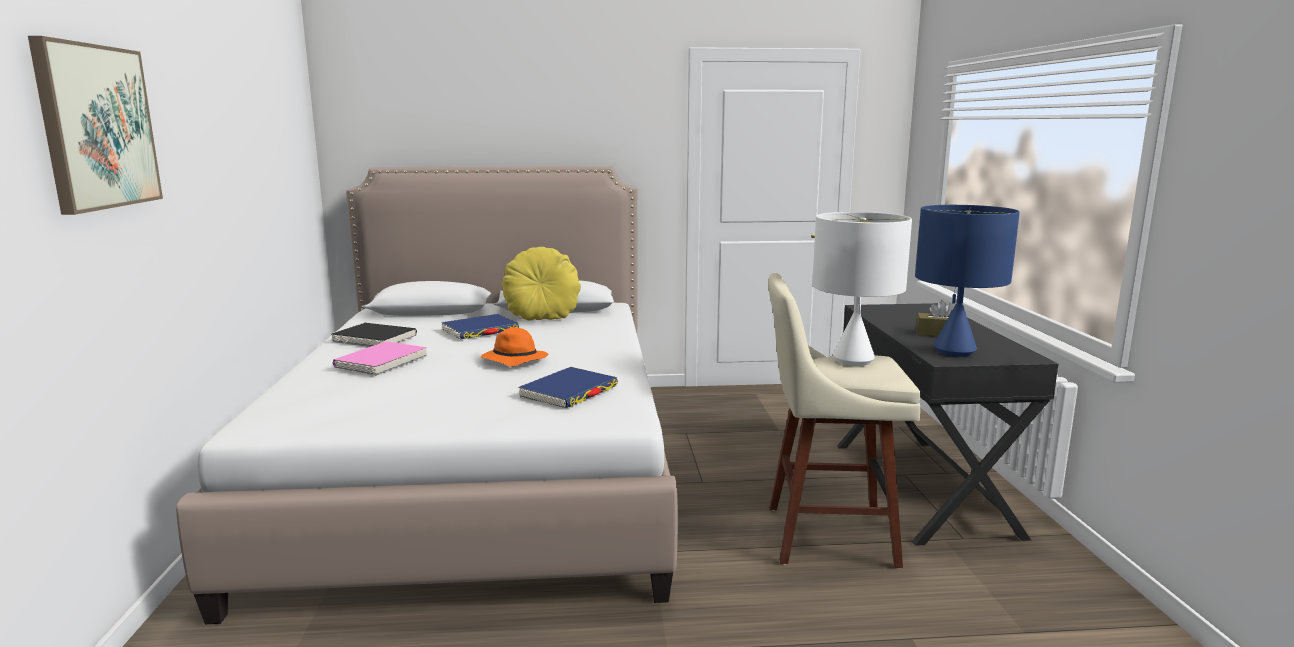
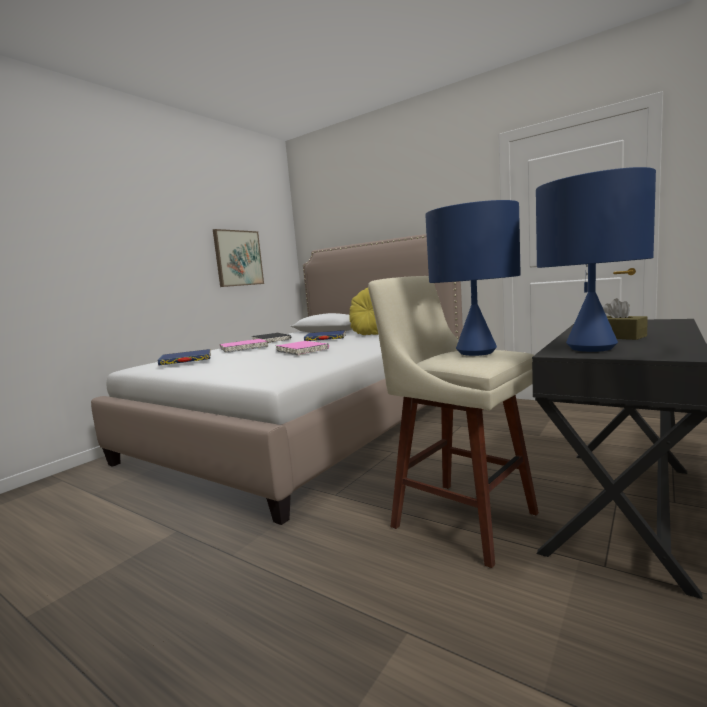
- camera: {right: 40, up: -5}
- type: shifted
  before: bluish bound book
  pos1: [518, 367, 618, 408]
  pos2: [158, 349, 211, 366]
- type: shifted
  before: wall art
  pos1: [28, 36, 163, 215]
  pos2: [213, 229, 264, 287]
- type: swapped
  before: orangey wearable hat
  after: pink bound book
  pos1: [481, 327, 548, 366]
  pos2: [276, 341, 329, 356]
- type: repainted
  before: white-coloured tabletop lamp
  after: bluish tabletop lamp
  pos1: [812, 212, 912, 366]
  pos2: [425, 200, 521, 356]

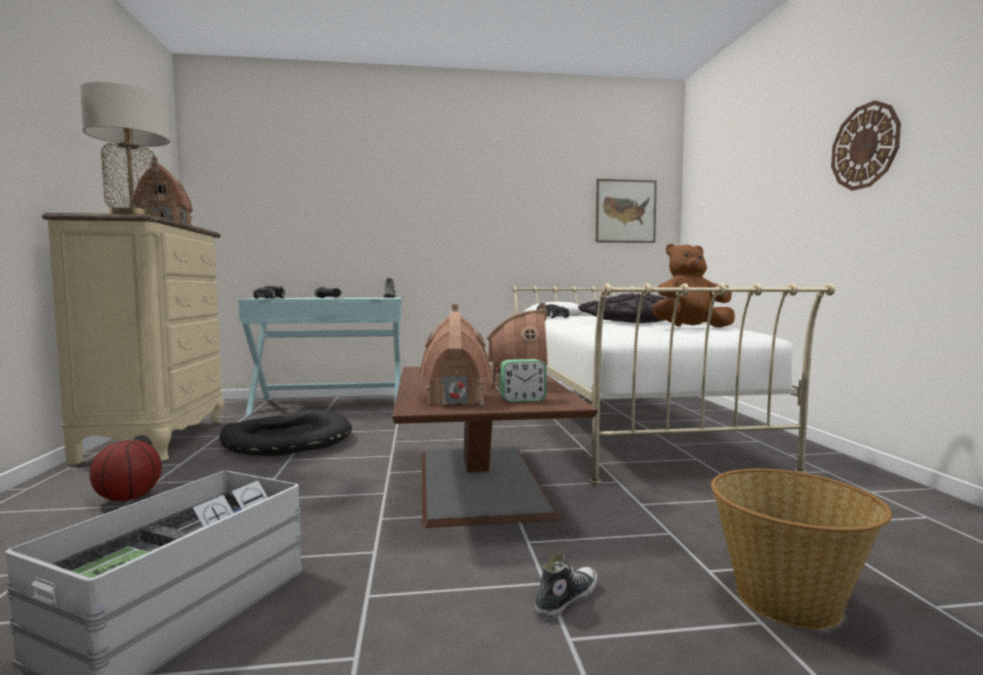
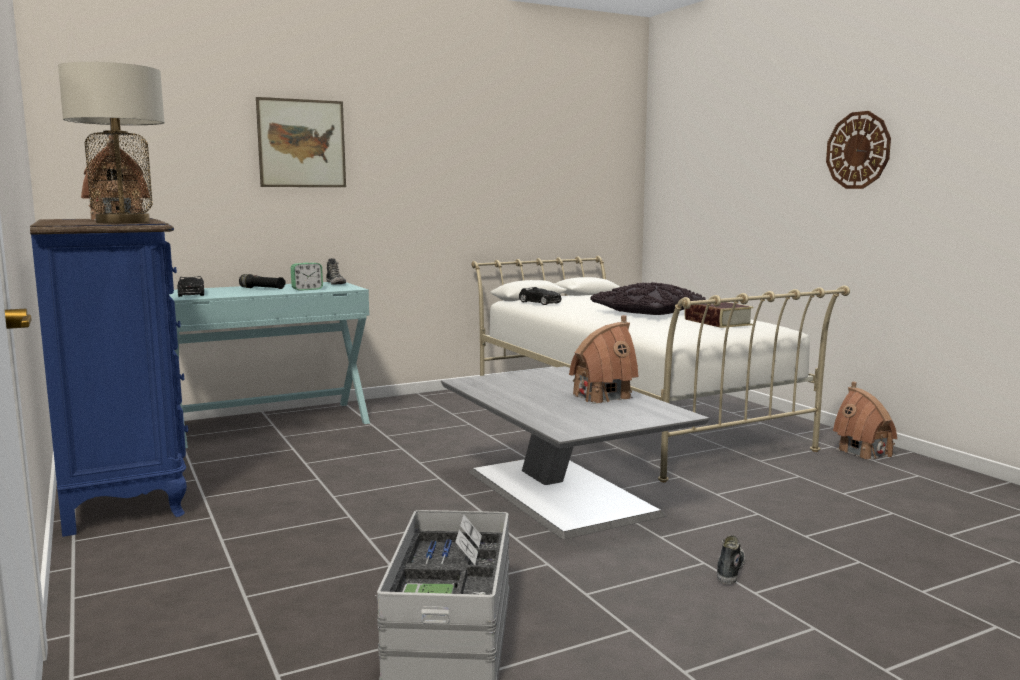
- camera: {right: -20, up: 5}
- type: repainted
  before: beige chest of drawers
  after: bluish chest of drawers
  pos1: [42, 213, 224, 465]
  pos2: [30, 218, 188, 537]
- type: shifted
  before: wall art
  pos1: [596, 179, 657, 243]
  pos2: [256, 97, 346, 187]
- type: shifted
  before: bedside clock
  pos1: [500, 359, 547, 402]
  pos2: [291, 263, 323, 291]
- type: repainted
  before: brown coffee table
  after: gray coffee table
  pos1: [392, 365, 598, 528]
  pos2: [441, 366, 710, 539]
- type: swapped
  before: brown soft toy
  after: bound book
  pos1: [652, 244, 735, 328]
  pos2: [684, 302, 754, 328]
- type: shifted
  before: toy house
  pos1: [420, 304, 491, 405]
  pos2: [833, 382, 897, 459]
- type: gone
  before: basketball
  pos1: [89, 440, 162, 501]
- type: gone
  before: black dog cushion
  pos1: [219, 409, 352, 456]
- type: gone
  before: basket
  pos1: [711, 469, 892, 629]

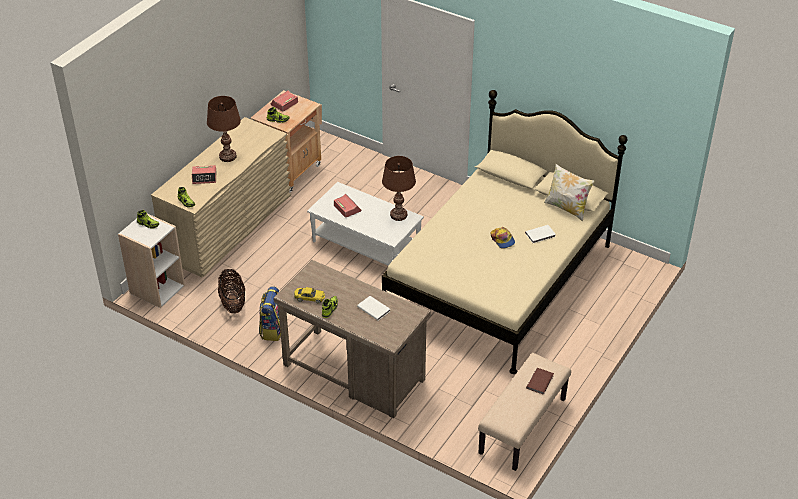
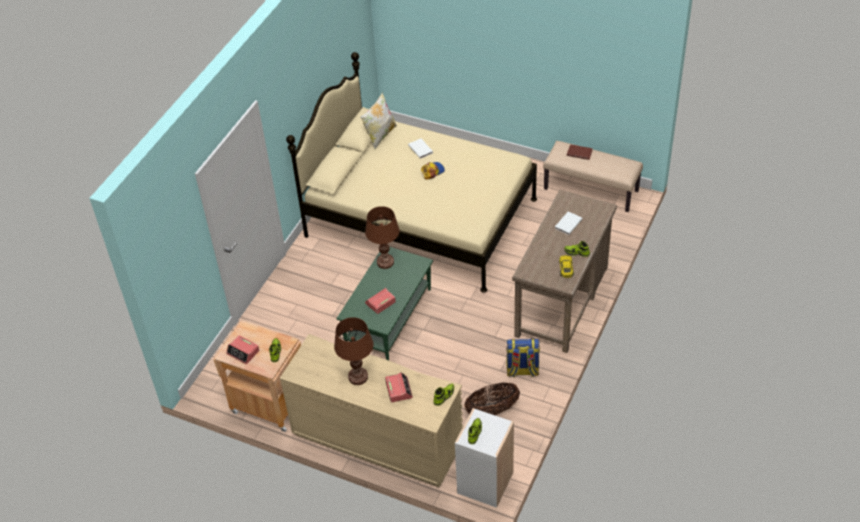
- camera: {right: -95, up: 5}
- type: repainted
  before: white-coloured coffee table
  after: green-coloured coffee table
  pos1: [307, 182, 424, 266]
  pos2: [336, 247, 433, 360]

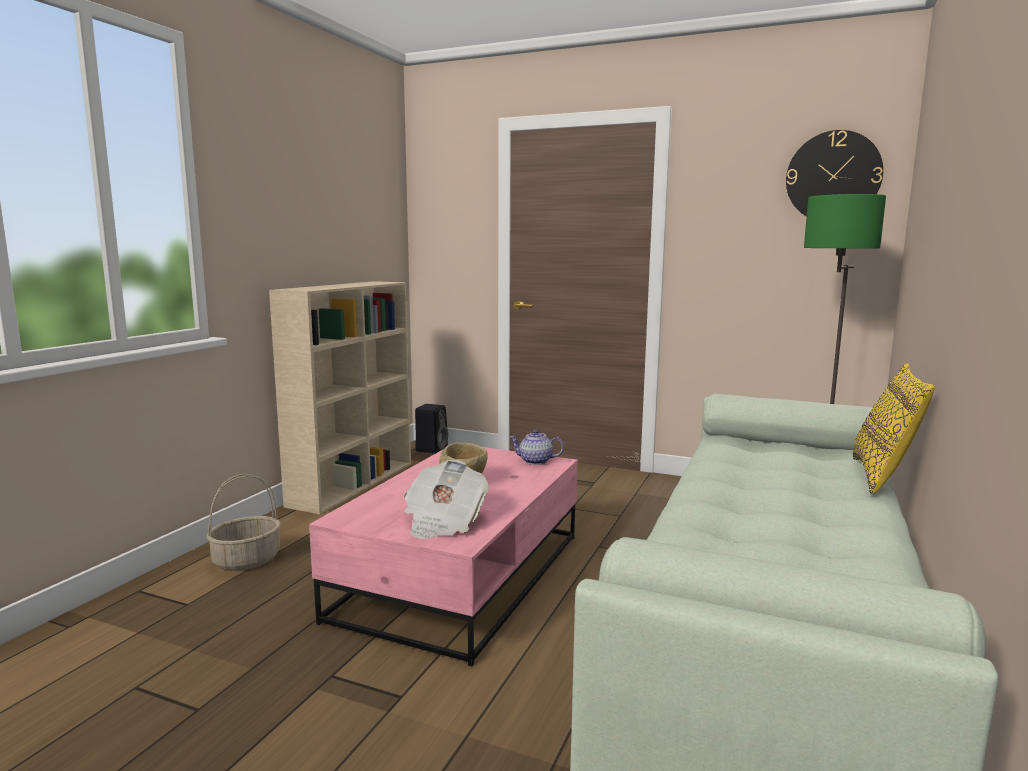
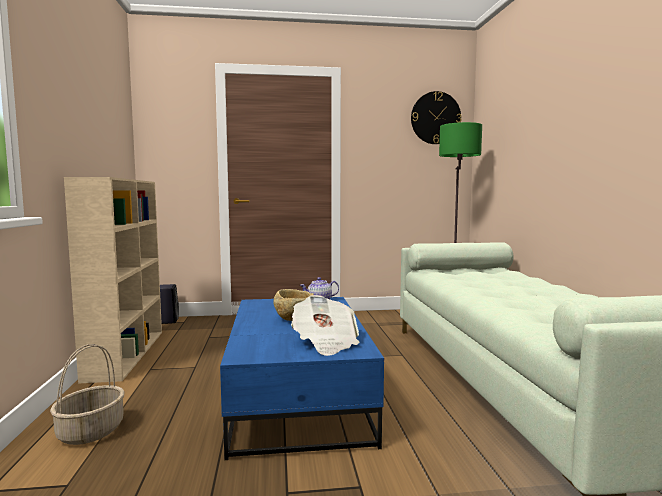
- camera: {right: -30, up: -5}
- type: repainted
  before: pink coffee table
  after: bluish coffee table
  pos1: [309, 447, 578, 666]
  pos2: [220, 297, 384, 460]
- type: gone
  before: yellowish throw pillow
  pos1: [853, 363, 935, 494]

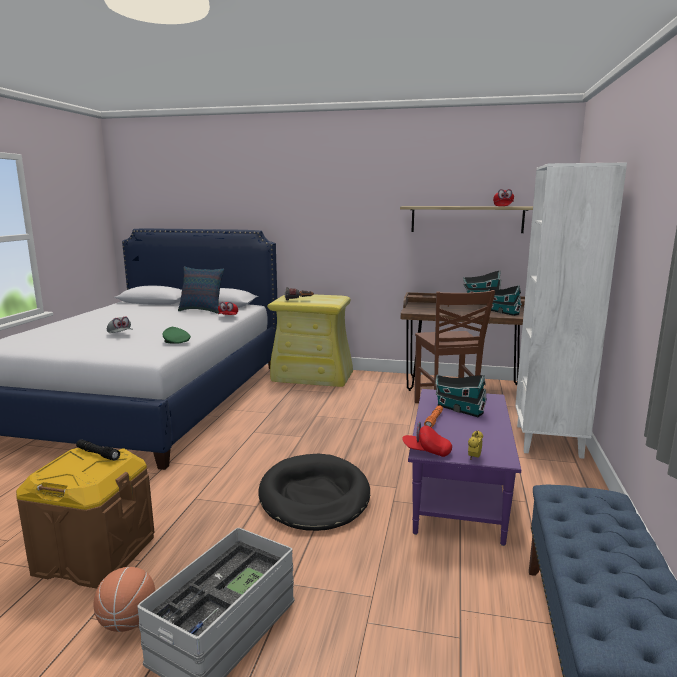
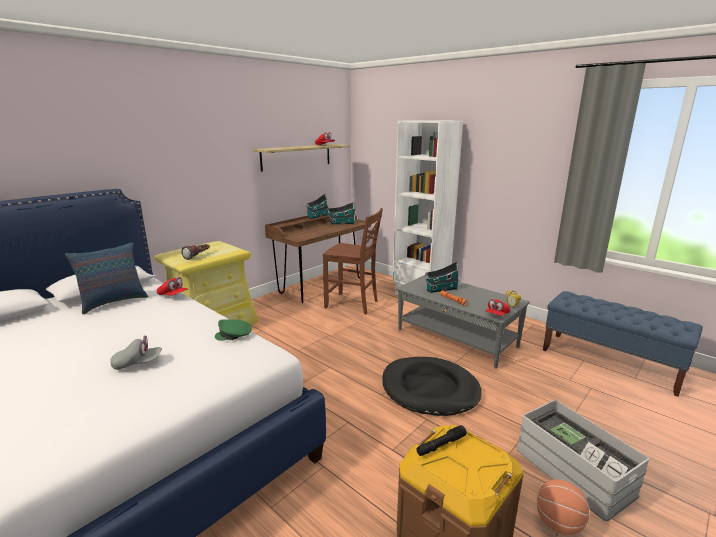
- camera: {right: -60, up: 5}
- type: repainted
  before: purple-coloured coffee table
  after: gray coffee table
  pos1: [408, 389, 521, 546]
  pos2: [396, 275, 530, 369]

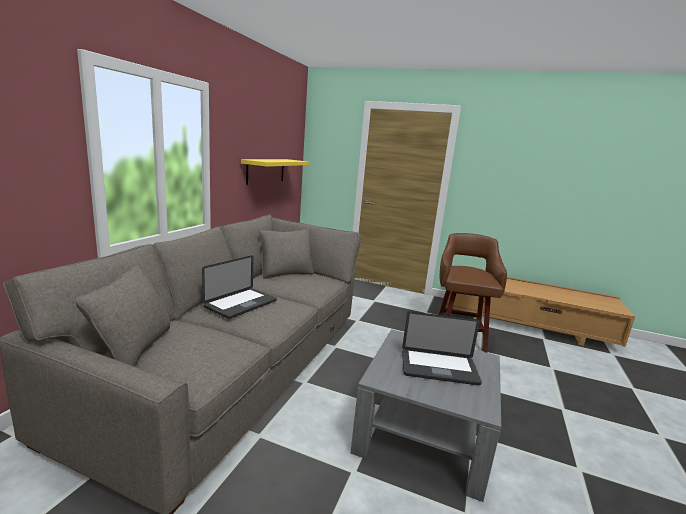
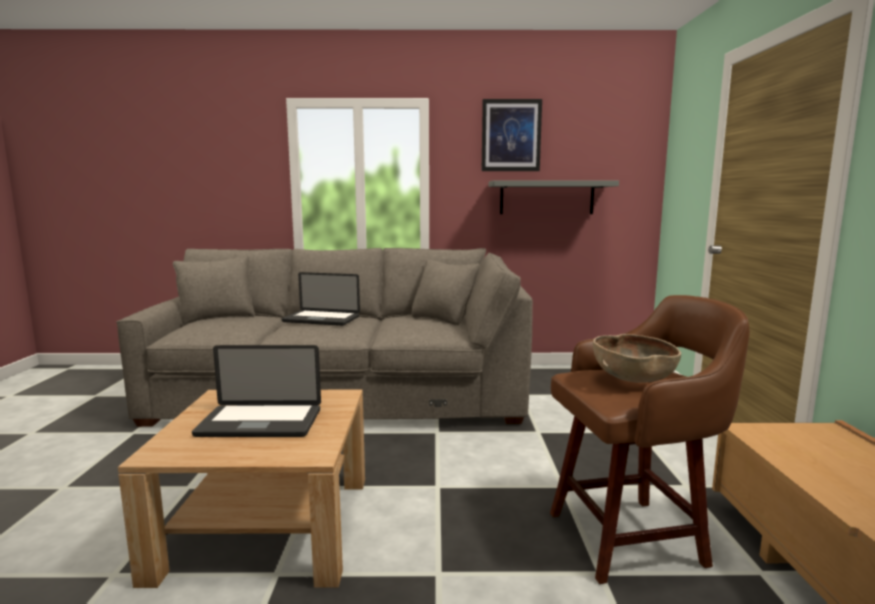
- camera: {right: 70, up: -5}
- type: repainted
  before: gray coffee table
  after: brown coffee table
  pos1: [351, 329, 501, 502]
  pos2: [118, 390, 365, 588]
- type: rotated
  before: notebook computer
  pos1: [402, 311, 482, 385]
  pos2: [192, 345, 321, 437]
  turn: -75
- type: new
  after: wall art
  pos2: [482, 99, 542, 171]
- type: repainted
  before: yellowish bracket shelf
  after: gray bracket shelf
  pos1: [241, 159, 309, 185]
  pos2: [489, 180, 619, 214]
- type: new
  after: brown deep dish
  pos2: [593, 334, 681, 383]

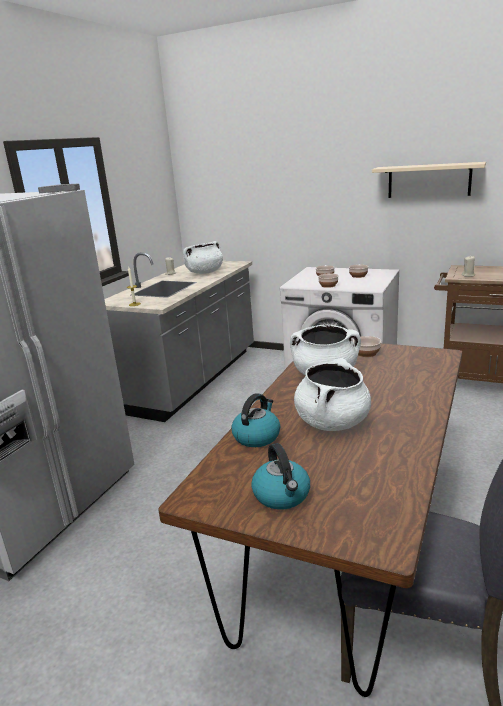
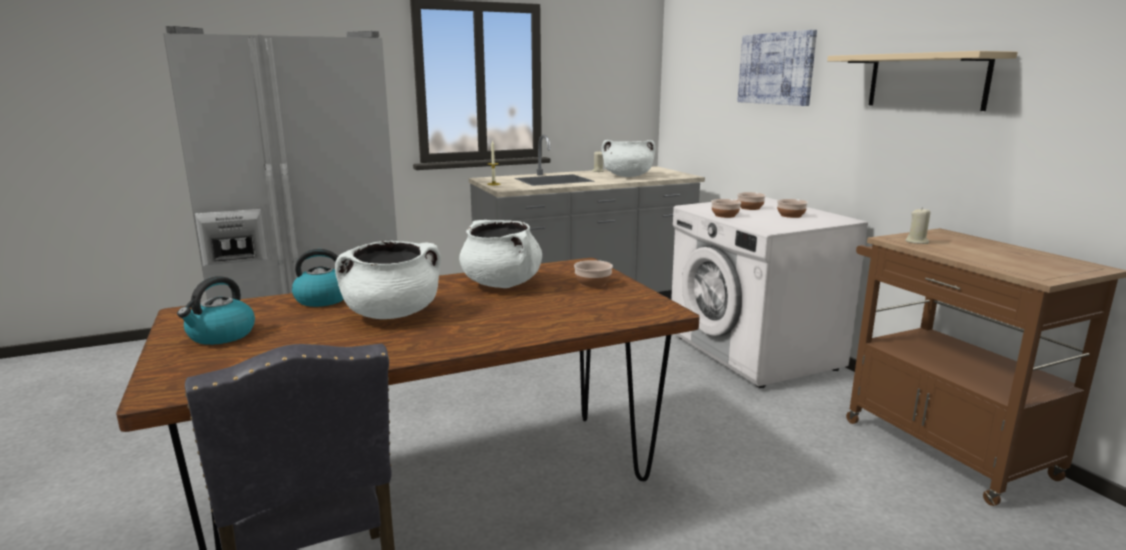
- camera: {right: 40, up: -5}
- type: new
  after: wall art
  pos2: [737, 30, 817, 106]

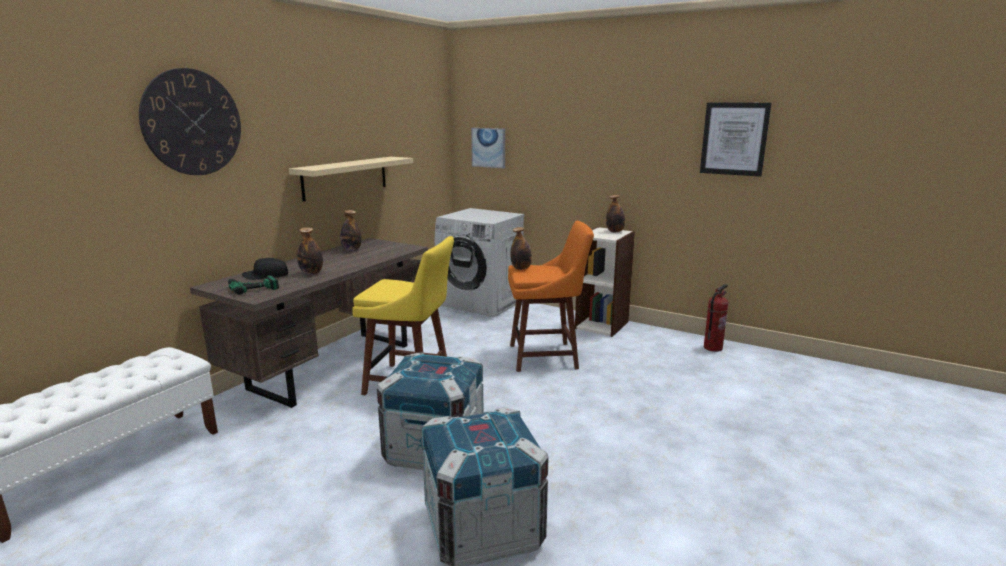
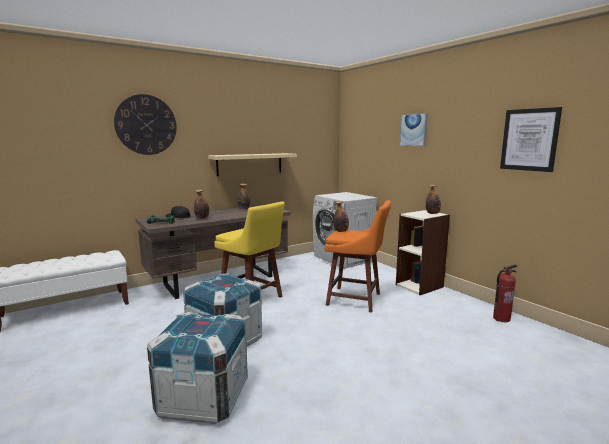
- camera: {right: 25, up: -5}
- type: shifted
  before: wall art
  pos1: [471, 128, 505, 169]
  pos2: [399, 113, 428, 147]

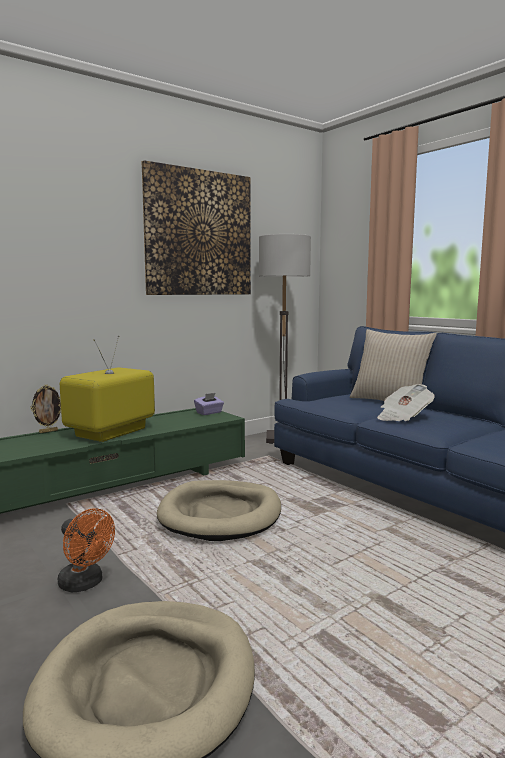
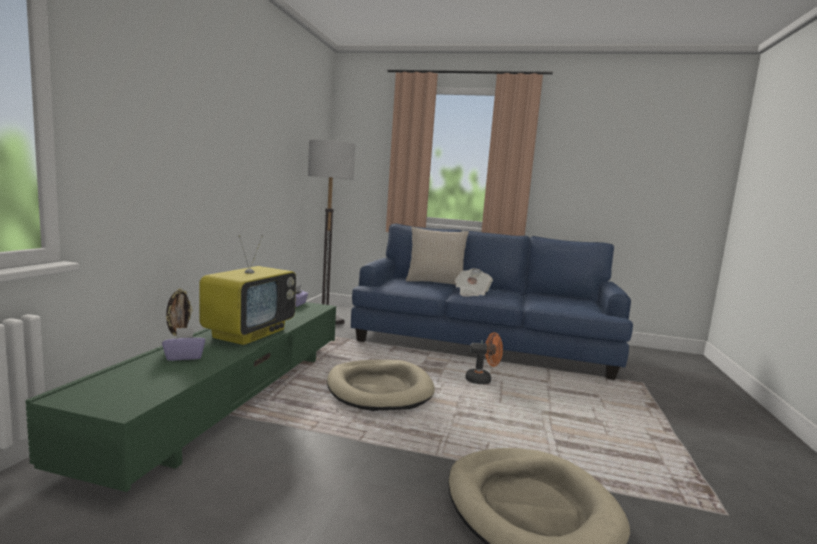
- camera: {right: -40, up: 0}
- type: new
  after: purple-coloured tissue holder
  pos2: [162, 327, 205, 361]
- type: rotated
  before: television
  pos1: [60, 336, 155, 442]
  pos2: [199, 235, 296, 345]
  turn: -150
- type: shifted
  before: orangey cooling fan
  pos1: [58, 508, 115, 592]
  pos2: [465, 332, 503, 384]
- type: gone
  before: wall art
  pos1: [142, 160, 251, 295]

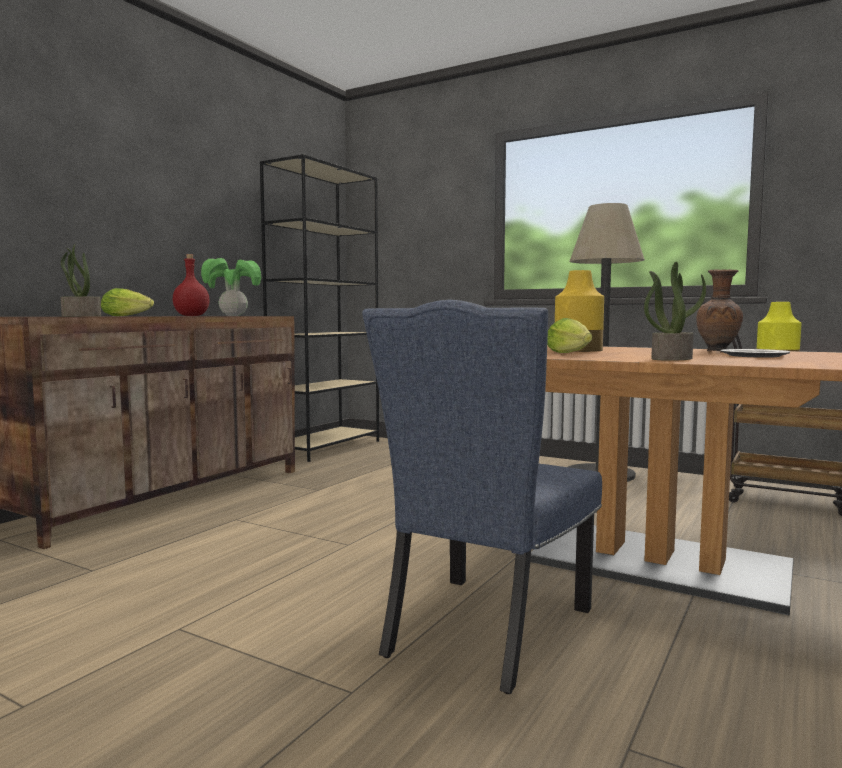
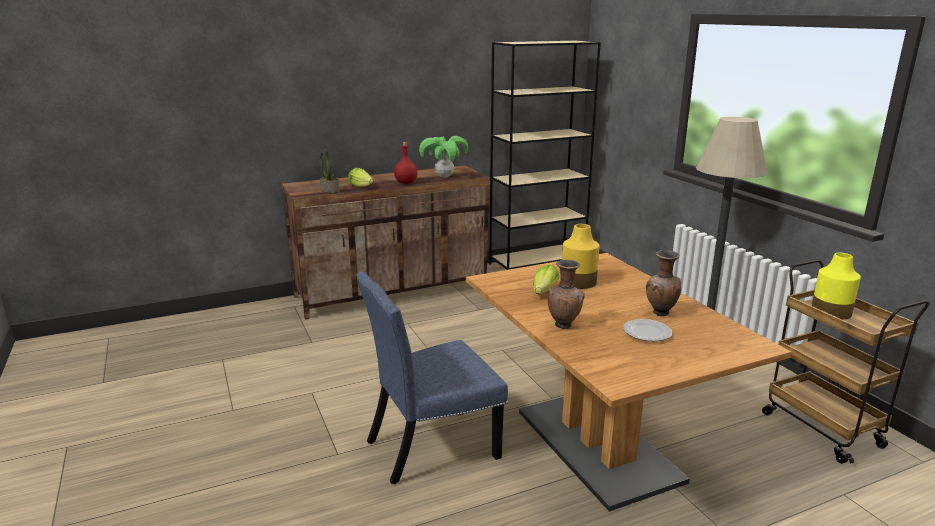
- camera: {right: 35, up: 15}
- type: swapped
  before: houseplant
  after: brown vase
  pos1: [644, 262, 706, 361]
  pos2: [547, 259, 585, 329]

